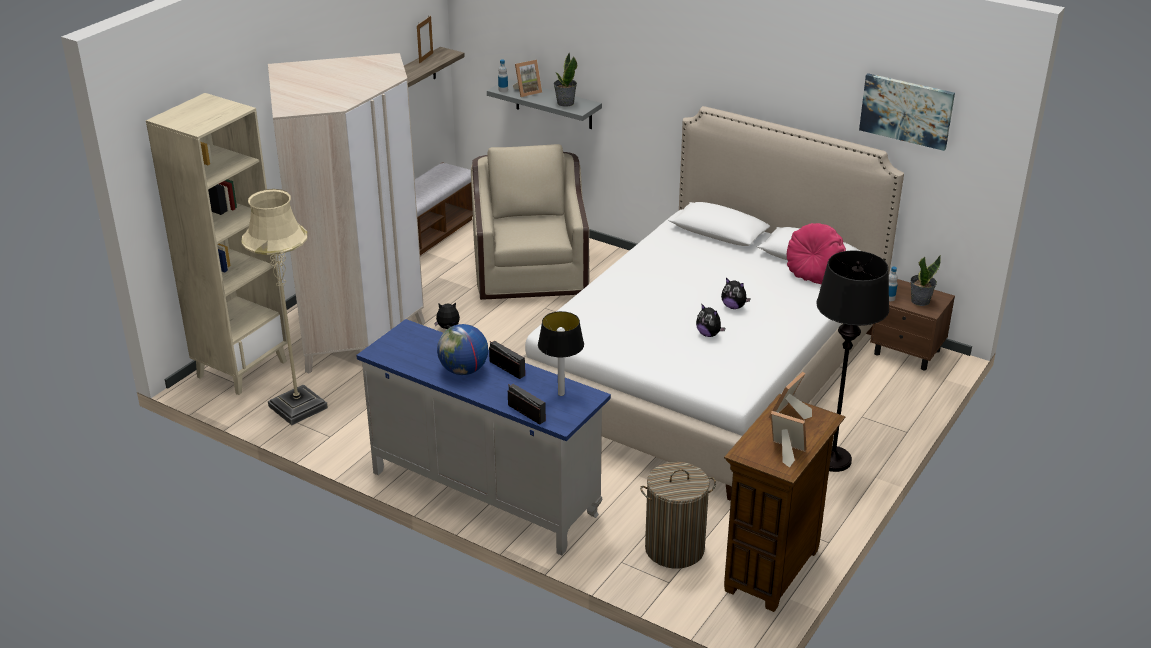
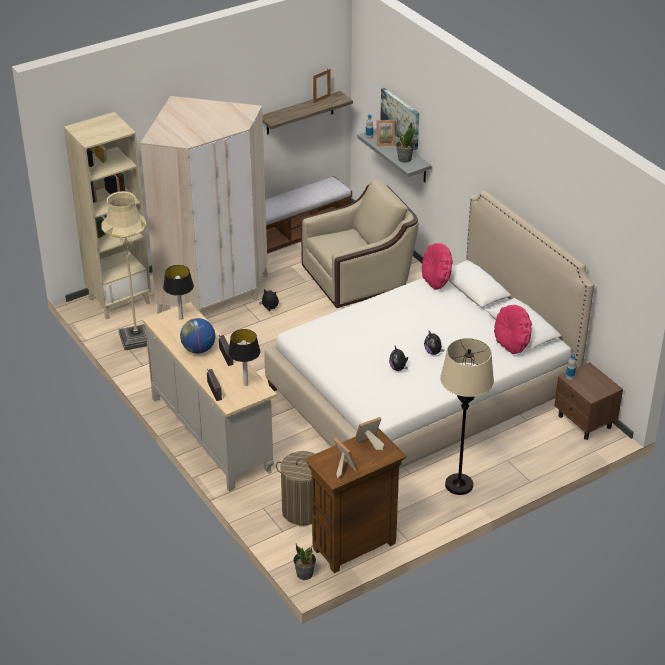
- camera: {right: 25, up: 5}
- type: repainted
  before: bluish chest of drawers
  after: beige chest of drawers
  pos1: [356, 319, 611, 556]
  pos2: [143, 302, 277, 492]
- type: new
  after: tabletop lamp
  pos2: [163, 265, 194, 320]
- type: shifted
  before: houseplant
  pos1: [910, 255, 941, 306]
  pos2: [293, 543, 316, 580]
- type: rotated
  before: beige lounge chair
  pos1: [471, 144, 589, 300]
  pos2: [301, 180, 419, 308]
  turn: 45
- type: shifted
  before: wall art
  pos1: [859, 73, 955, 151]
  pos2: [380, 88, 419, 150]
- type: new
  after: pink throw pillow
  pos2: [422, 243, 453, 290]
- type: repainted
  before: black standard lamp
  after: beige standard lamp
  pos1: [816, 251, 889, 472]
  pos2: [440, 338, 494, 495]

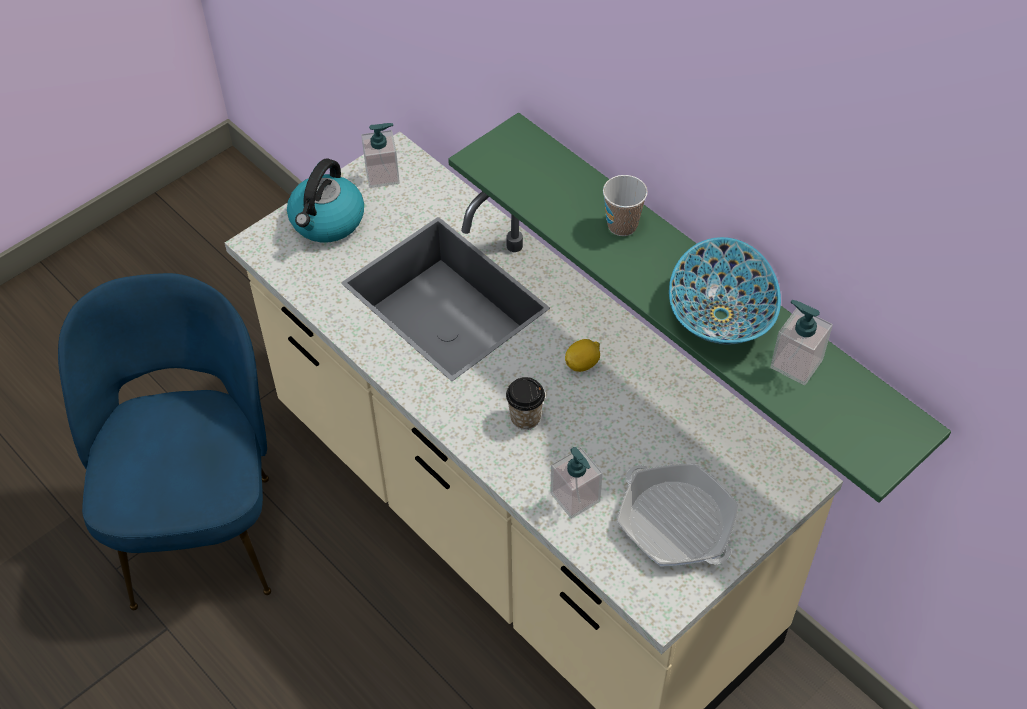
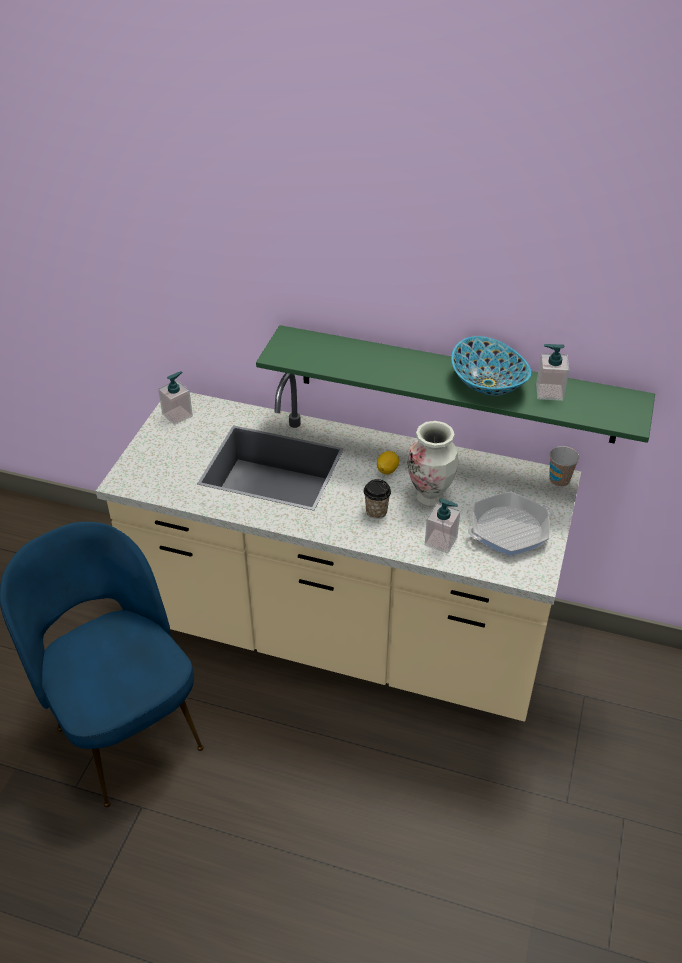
- camera: {right: -30, up: -10}
- type: new
  after: vase
  pos2: [407, 421, 458, 507]
- type: rotated
  before: skillet
  pos1: [617, 463, 738, 566]
  pos2: [468, 491, 553, 556]
  turn: -45
- type: shifted
  before: small cup
  pos1: [603, 175, 648, 236]
  pos2: [550, 446, 579, 487]
- type: gone
  before: kettle
  pos1: [287, 158, 364, 242]

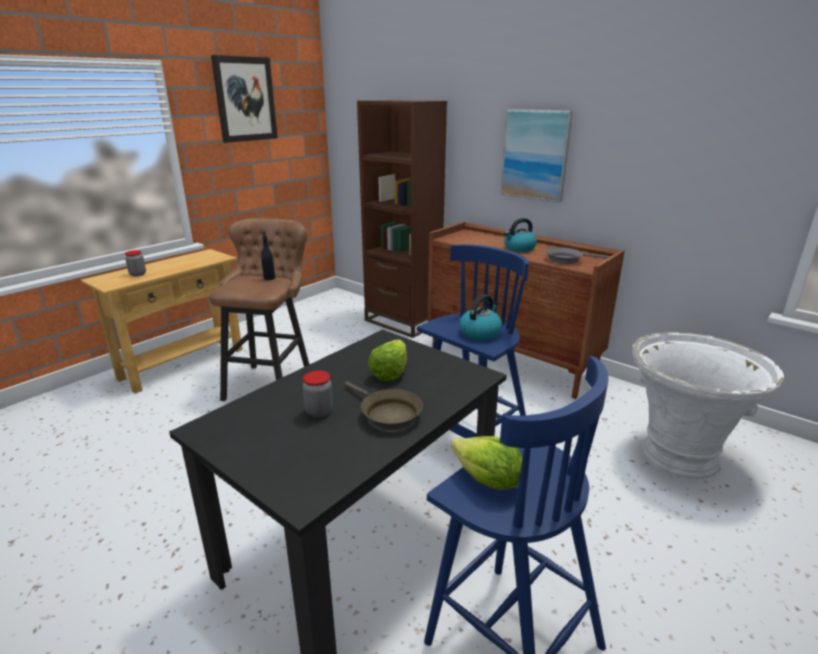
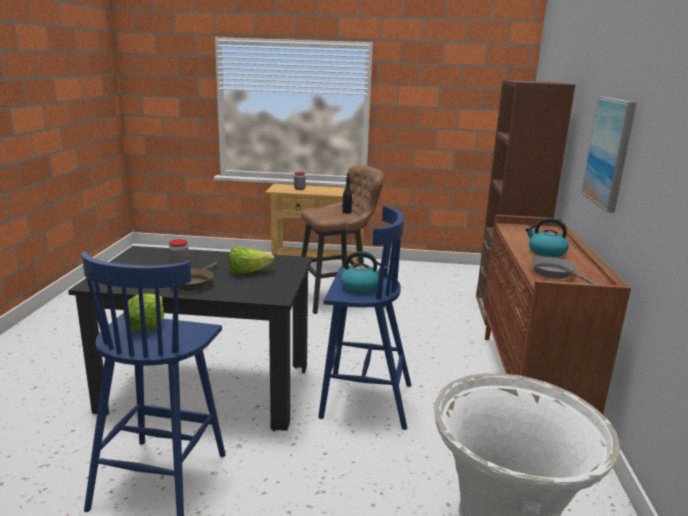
- camera: {right: 55, up: -5}
- type: gone
  before: wall art
  pos1: [211, 55, 278, 143]

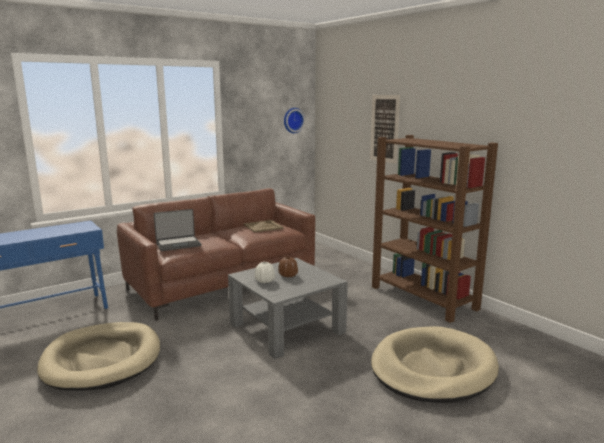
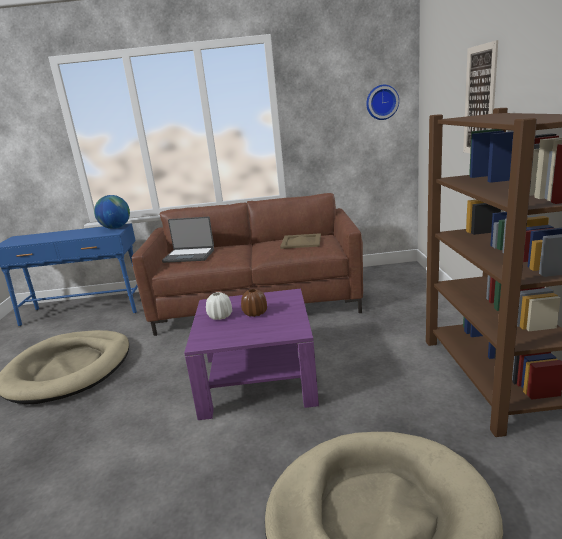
- camera: {right: 35, up: 5}
- type: new
  after: world globe
  pos2: [94, 195, 130, 229]
- type: repainted
  before: gray coffee table
  after: purple-coloured coffee table
  pos1: [228, 258, 348, 359]
  pos2: [184, 288, 319, 420]

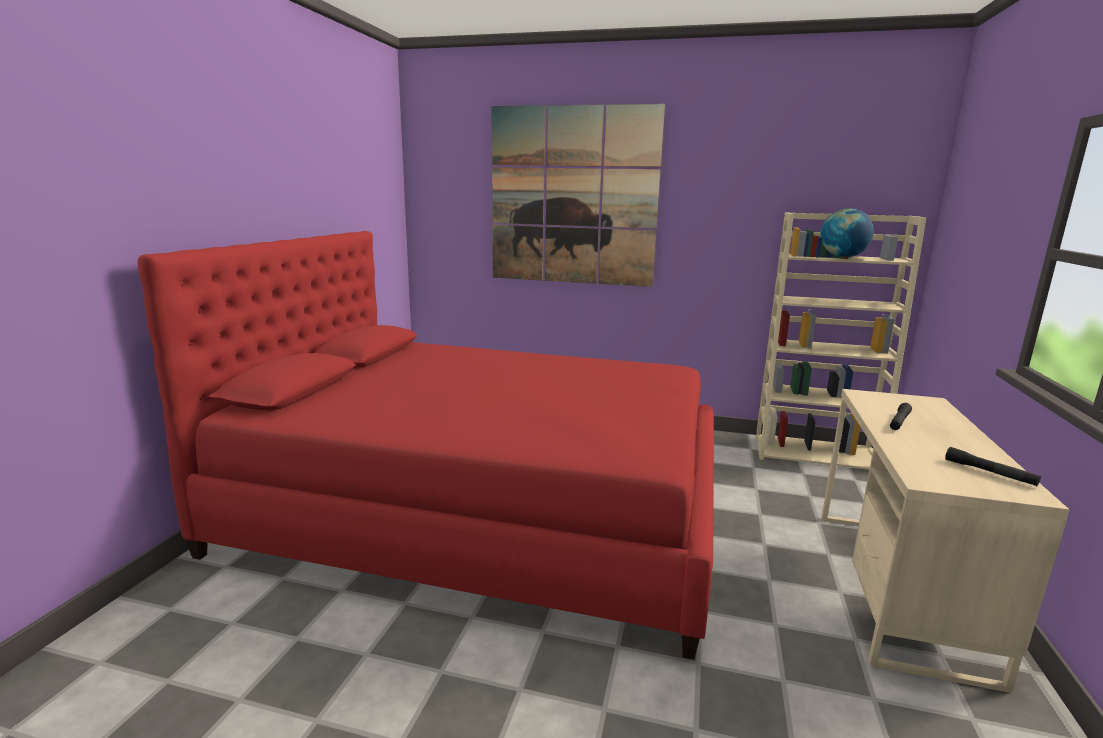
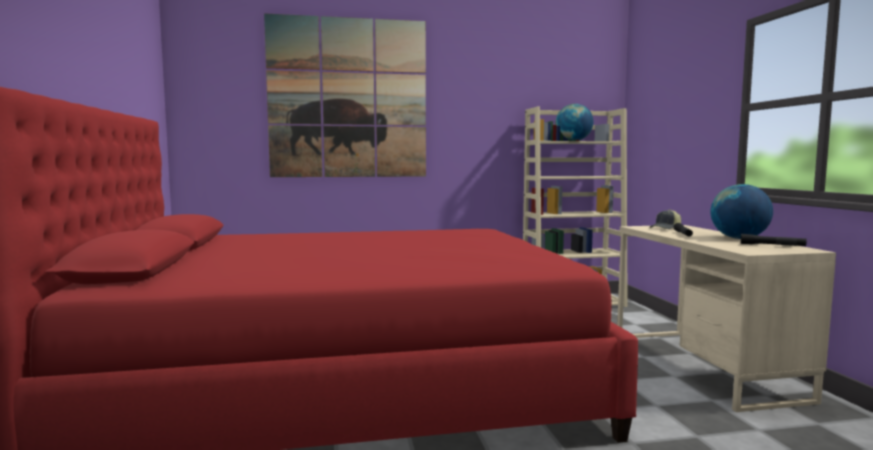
- camera: {right: -25, up: -10}
- type: new
  after: baseball cap
  pos2: [649, 209, 681, 229]
- type: new
  after: world globe
  pos2: [711, 184, 773, 239]

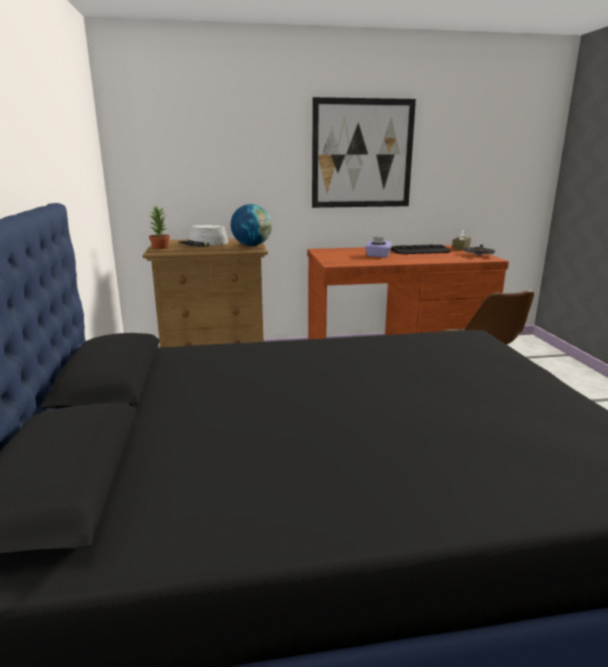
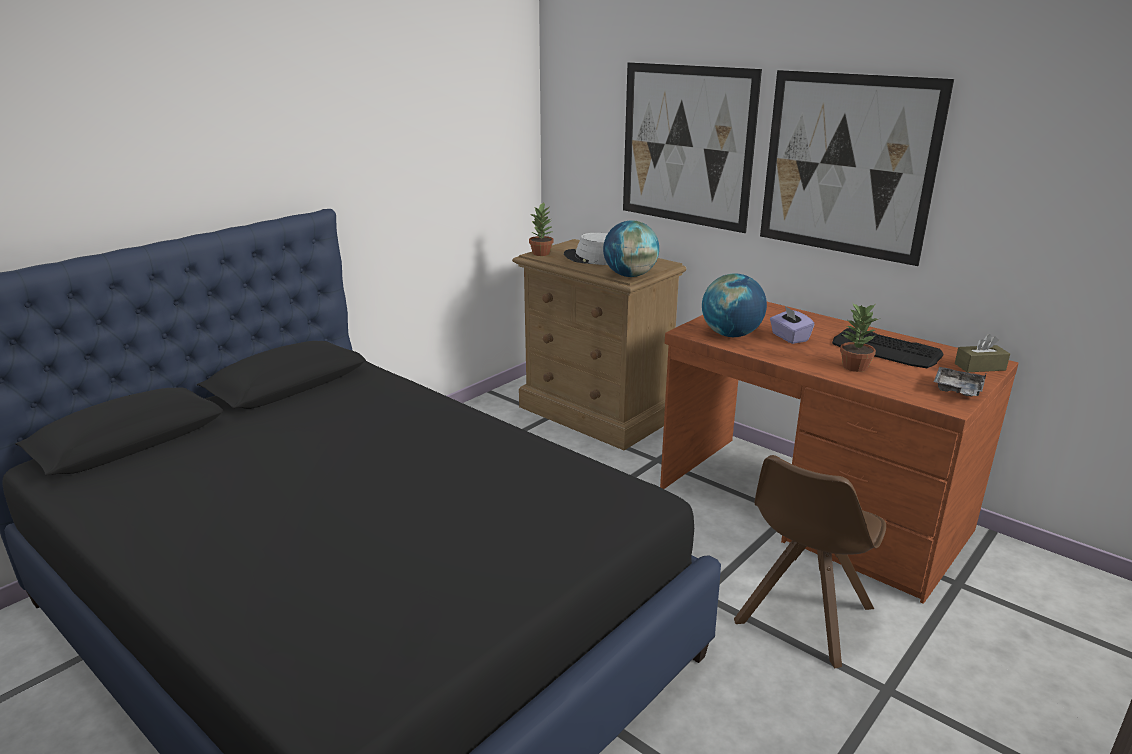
- camera: {right: 50, up: 5}
- type: new
  after: wall art
  pos2: [623, 62, 762, 233]
- type: new
  after: world globe
  pos2: [702, 273, 767, 337]
- type: new
  after: houseplant
  pos2: [840, 304, 878, 372]

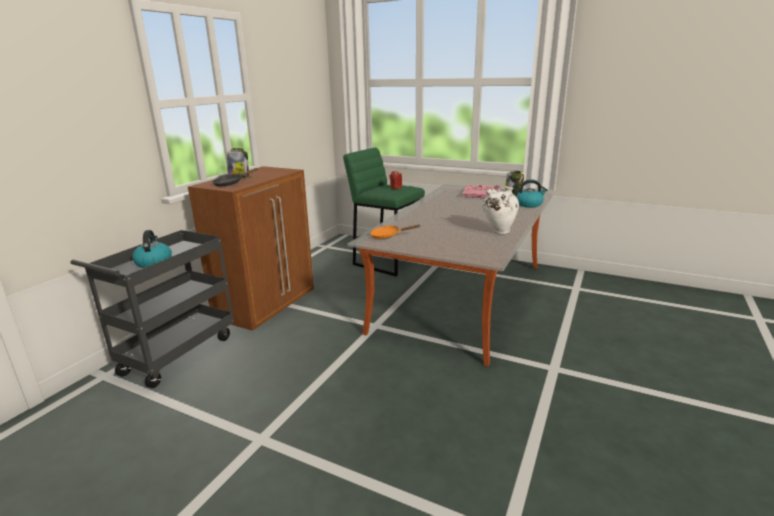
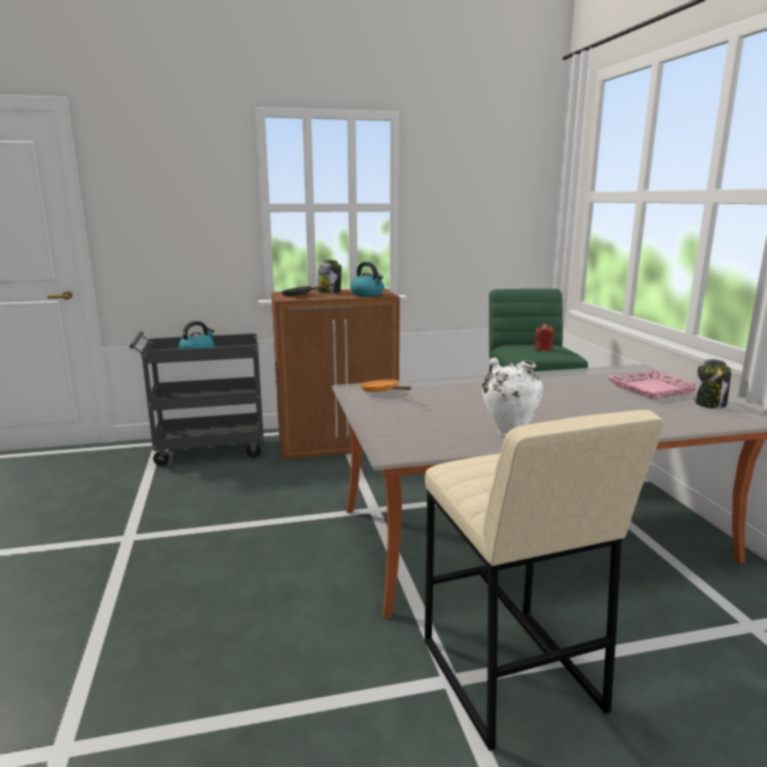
- camera: {right: 50, up: -5}
- type: shifted
  before: kettle
  pos1: [516, 180, 547, 208]
  pos2: [350, 262, 384, 296]
- type: new
  after: beige sitting stool
  pos2: [425, 410, 664, 751]

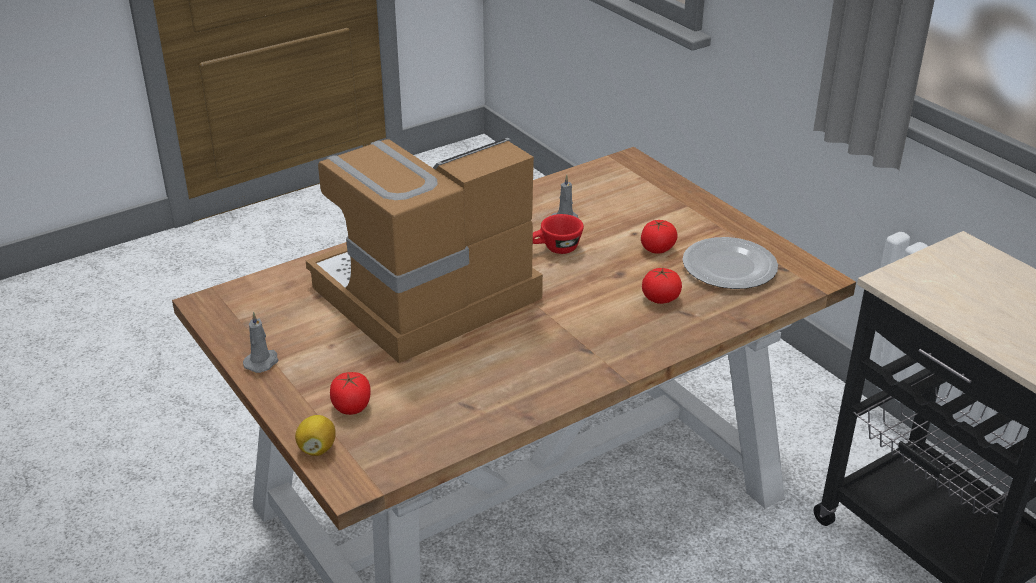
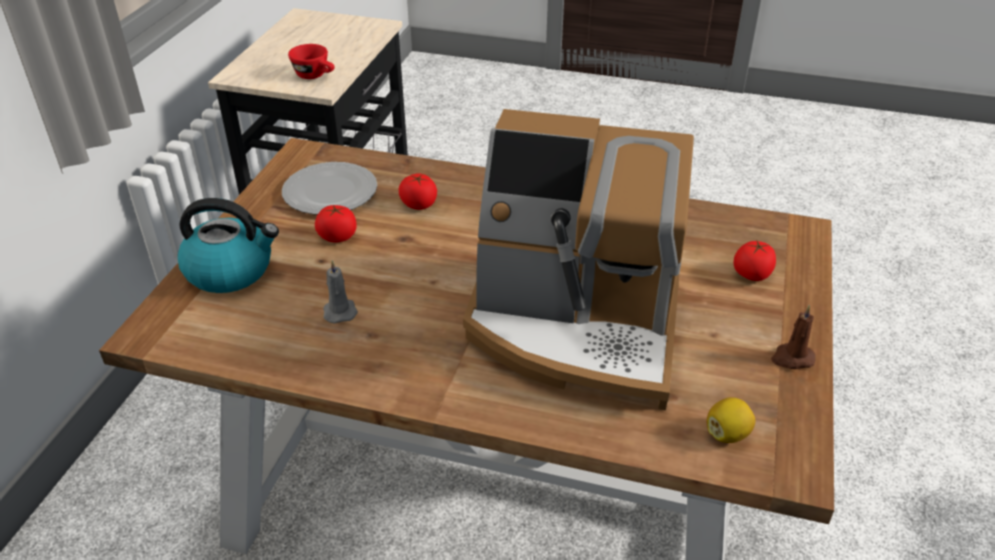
- camera: {right: -130, up: 5}
- type: new
  after: kettle
  pos2: [177, 198, 279, 293]
- type: shifted
  before: red small cup
  pos1: [533, 214, 584, 254]
  pos2: [288, 44, 335, 79]
- type: shifted
  before: lemon
  pos1: [295, 415, 336, 456]
  pos2: [706, 397, 755, 443]
- type: repainted
  before: gray wax candle
  after: brown wax candle
  pos1: [243, 311, 278, 373]
  pos2: [771, 304, 816, 369]

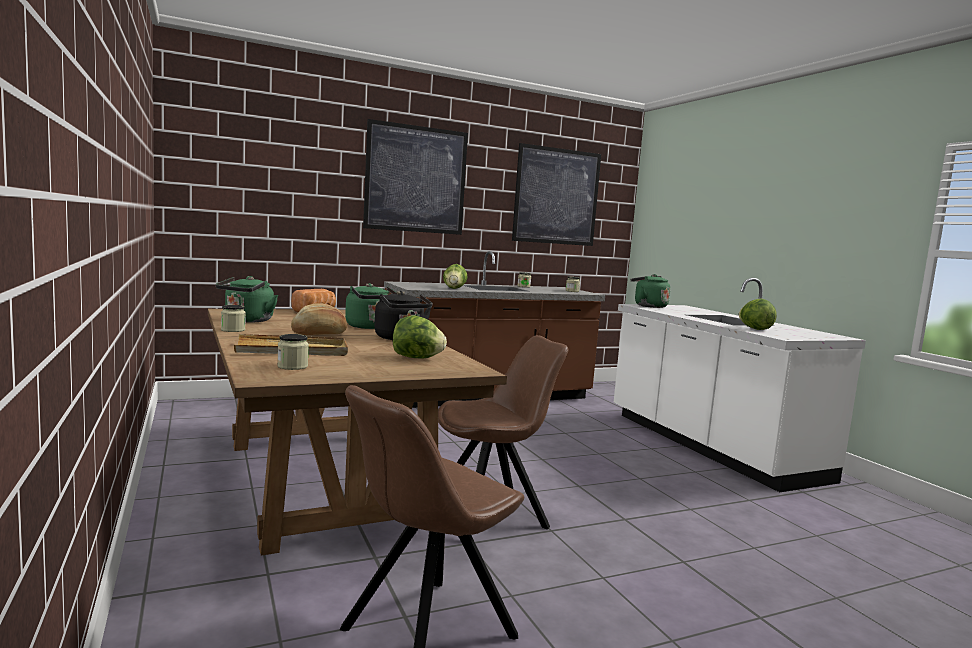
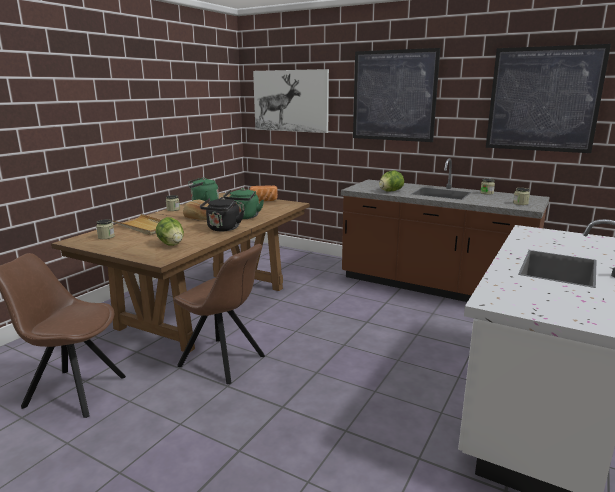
- camera: {right: 55, up: 10}
- type: new
  after: wall art
  pos2: [253, 69, 329, 133]
- type: gone
  before: green-coloured kettle
  pos1: [631, 274, 670, 308]
- type: gone
  before: head of lettuce
  pos1: [739, 298, 777, 330]

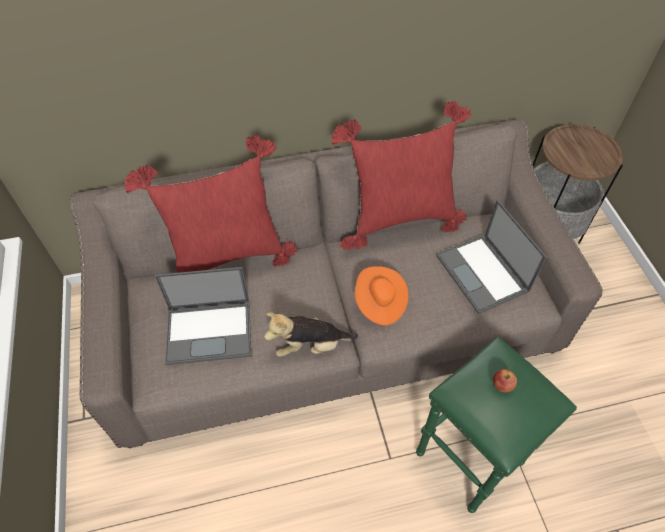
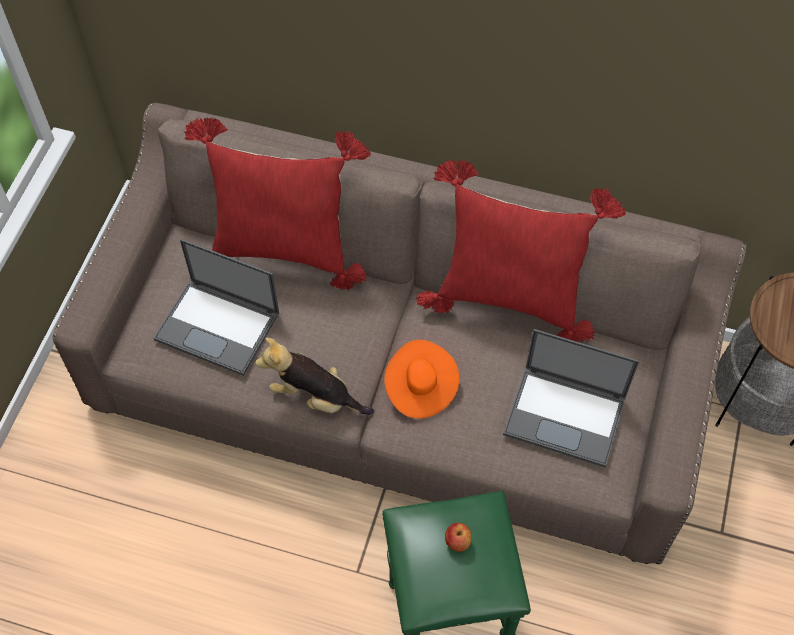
- camera: {right: 30, up: 5}
- type: rotated
  before: notebook computer
  pos1: [436, 200, 547, 314]
  pos2: [503, 329, 639, 468]
  turn: -75

